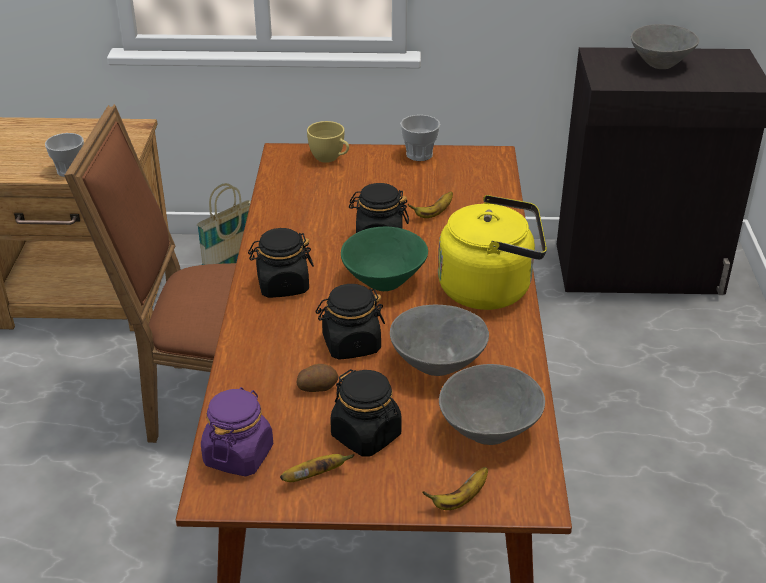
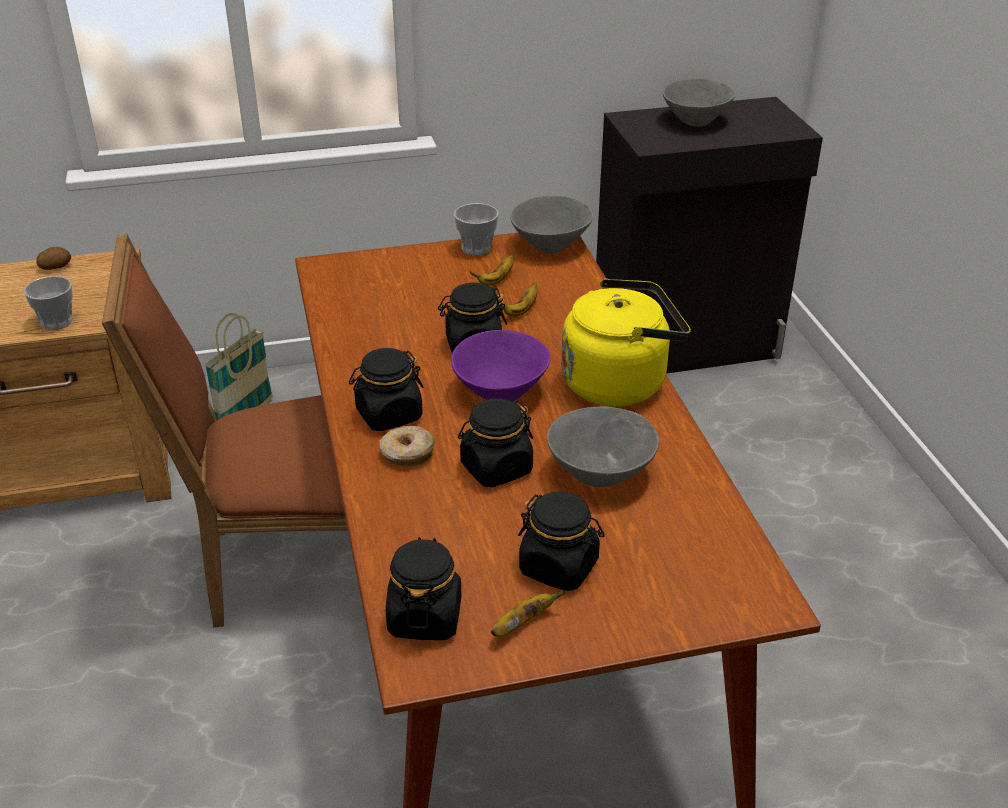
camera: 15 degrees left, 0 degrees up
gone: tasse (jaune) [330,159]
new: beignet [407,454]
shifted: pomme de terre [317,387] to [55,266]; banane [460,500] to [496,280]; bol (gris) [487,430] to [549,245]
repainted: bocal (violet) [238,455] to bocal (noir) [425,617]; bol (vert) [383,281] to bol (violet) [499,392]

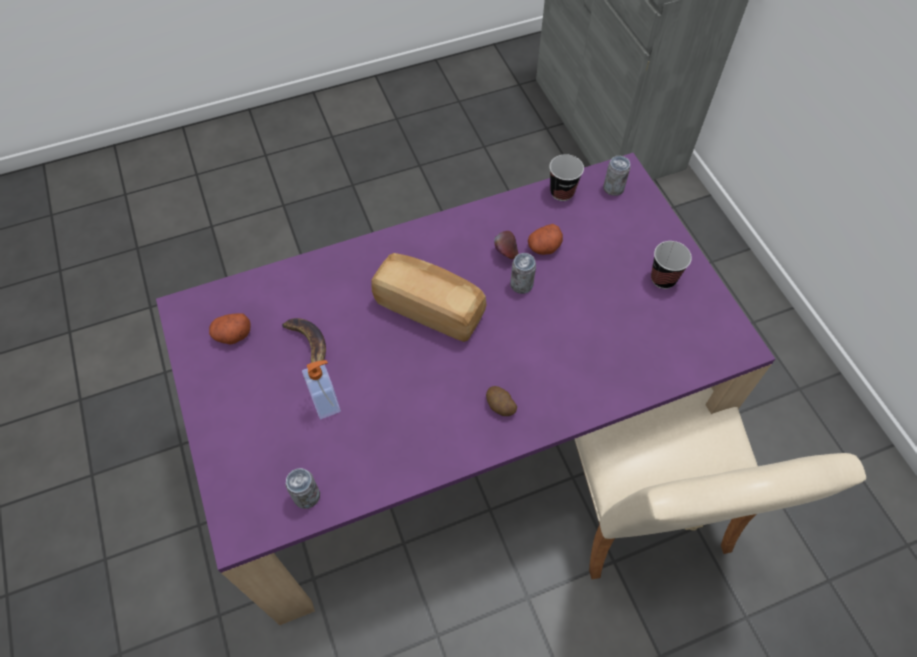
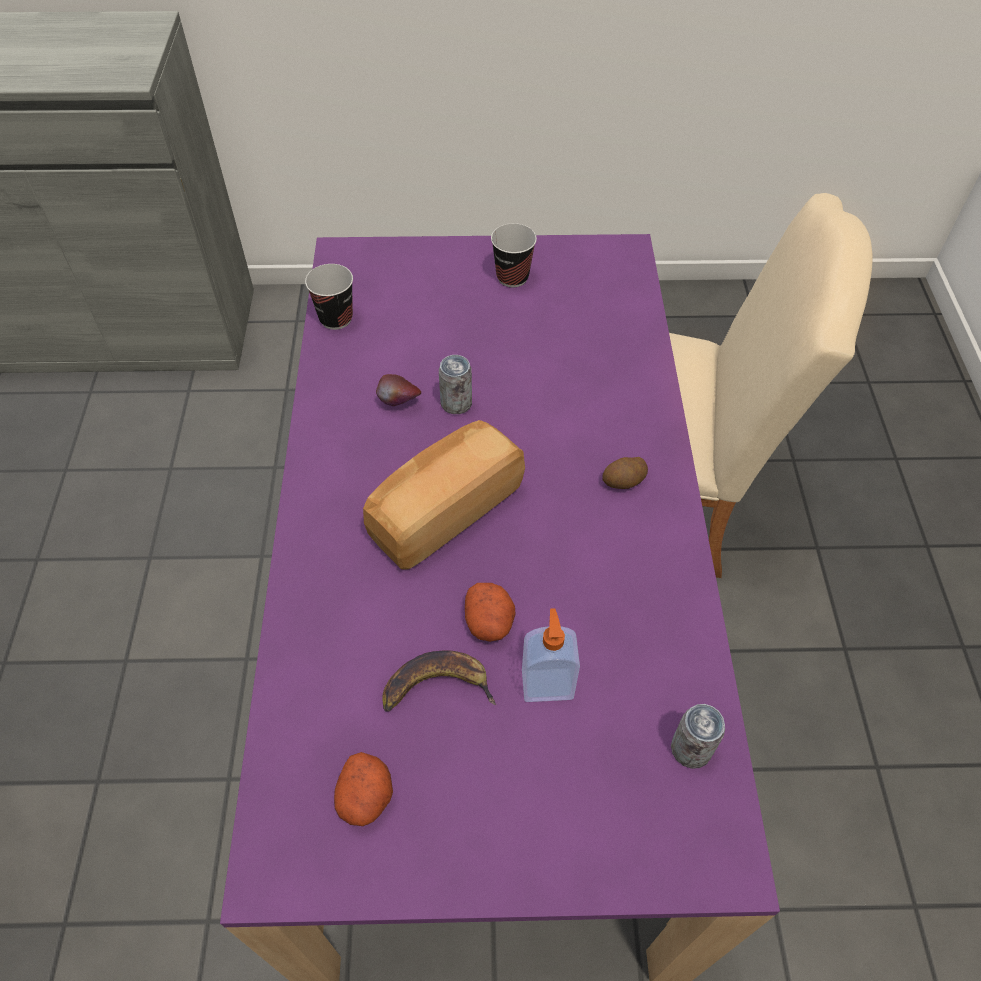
camera: 70 degrees left, 5 degrees down
gone: boîte métallique [613,188]
shifted: pomme de terre [544,247] to [489,621]

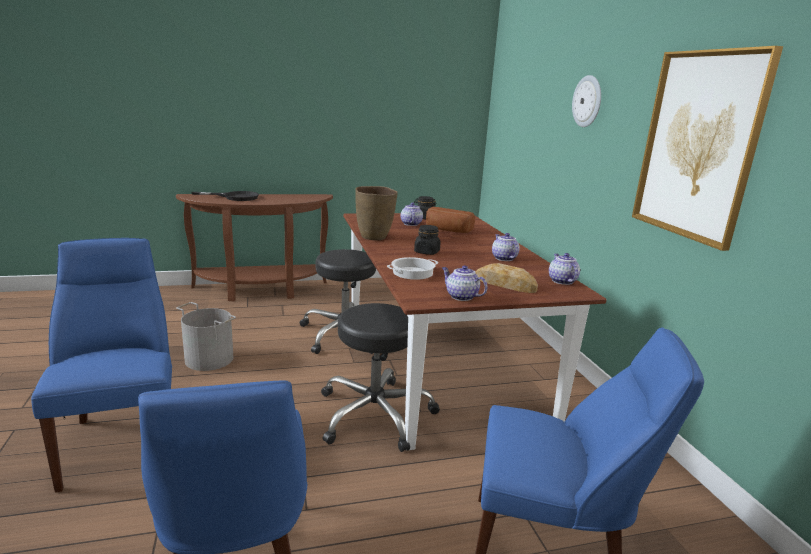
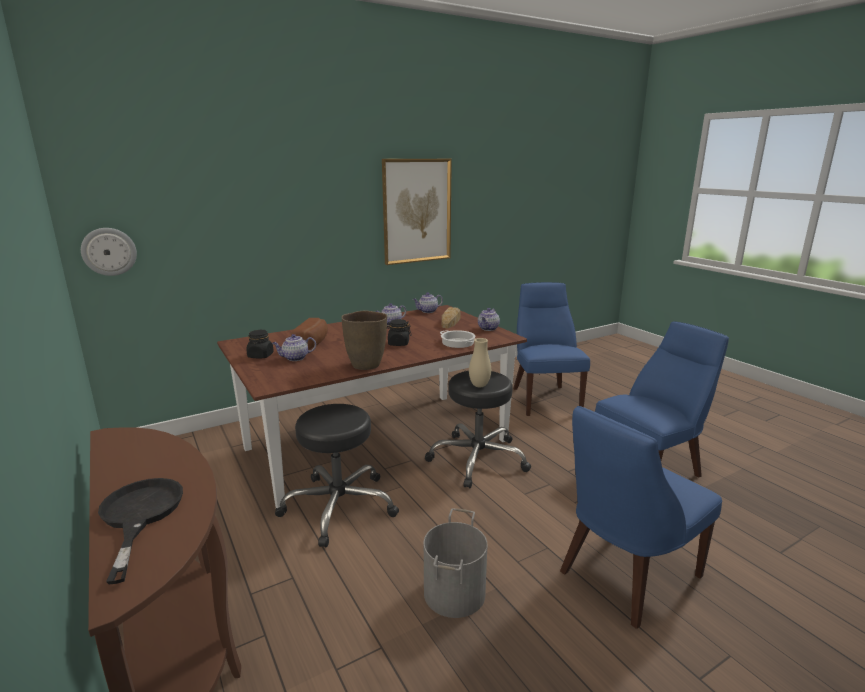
camera: 105 degrees left, 0 degrees up
new: vase (beige) [479,385]
shifted: horloge murale [587,101] to [109,251]

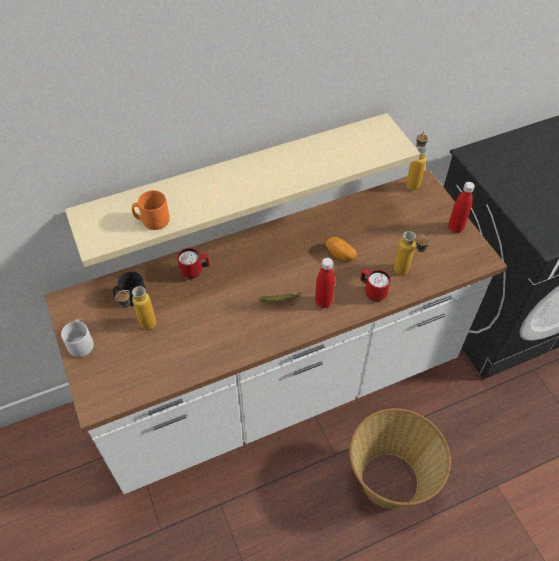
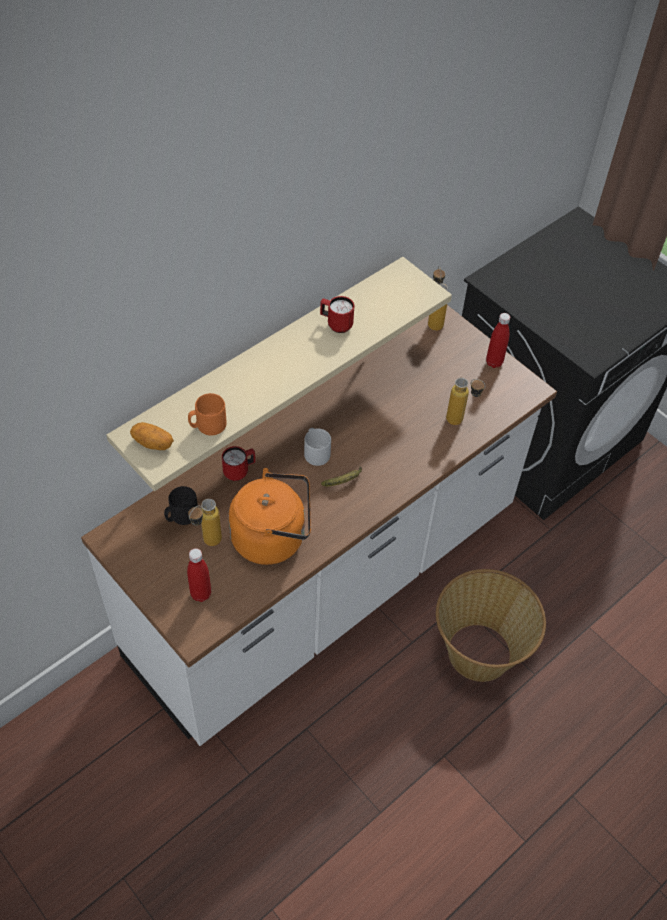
camera: 20 degrees left, 0 degrees up
new: bouilloire (orange) [273,537]
shifted: pomme de terre [340,254] to [153,443]; bouteille (rouge) [323,302] to [201,594]; mug (gris) [81,343] to [316,453]; mug (rouge) [372,292] to [336,324]

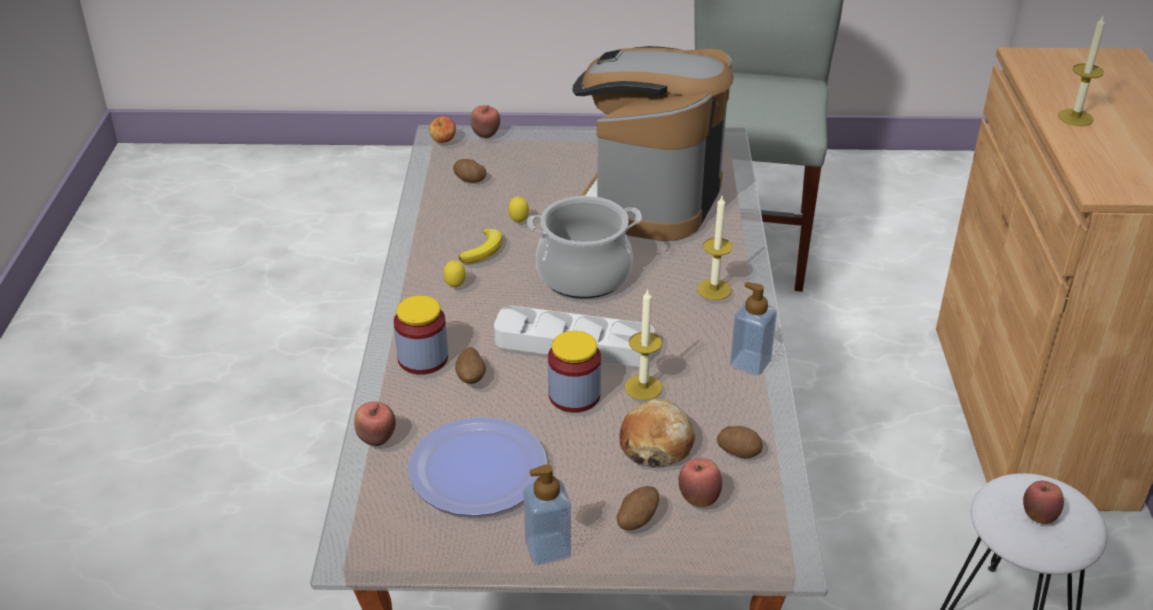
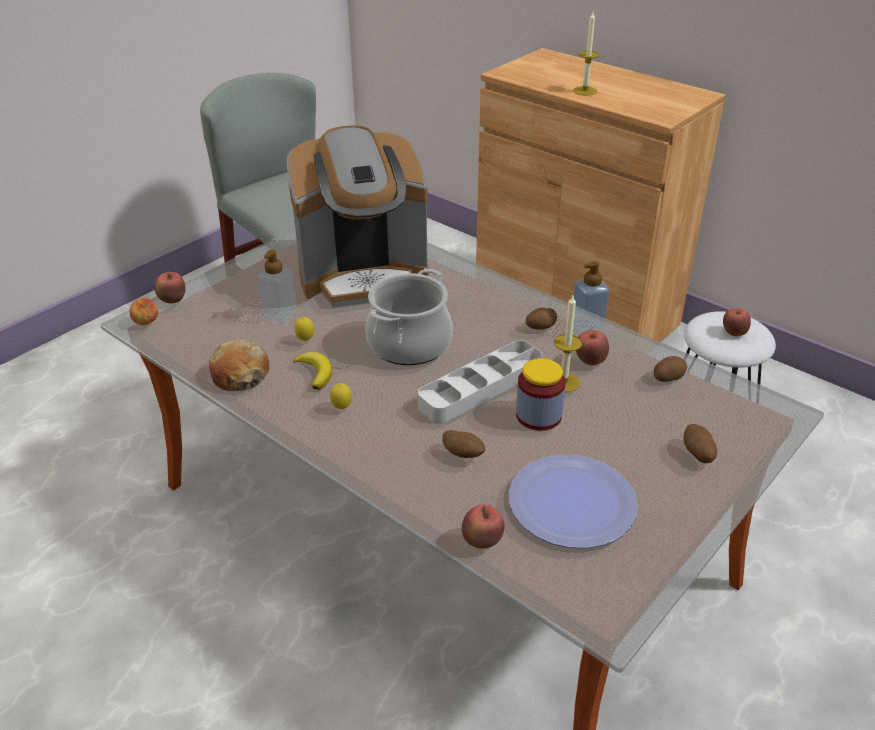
camera: 50 degrees left, 0 degrees up
gone: bocal [423,358]; bougie [714,289]
shifted: pain [656,444] to [240,375]; distributeur de savon [547,549] to [280,316]; pomme de terre [469,180] to [541,327]; pomme [699,498] to [590,361]
rotated: machine à café [650,199] = [363,275] 75 degrees counterclockwise

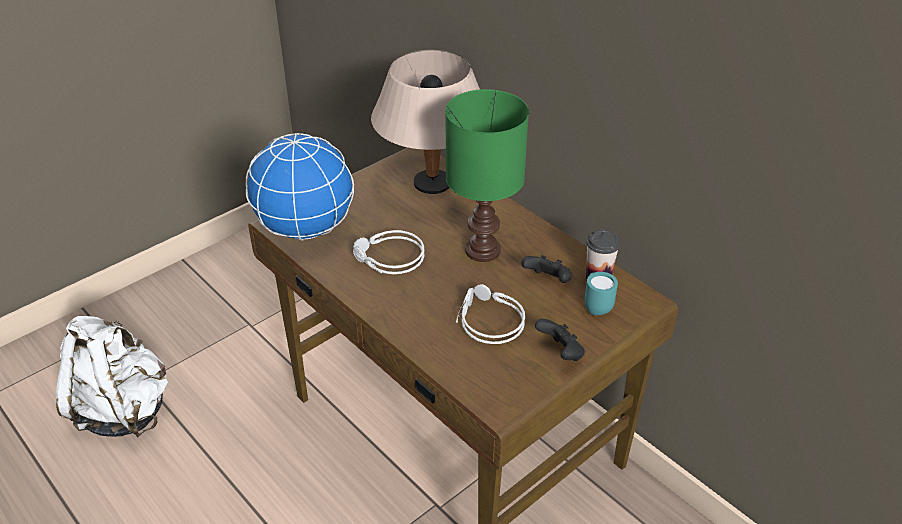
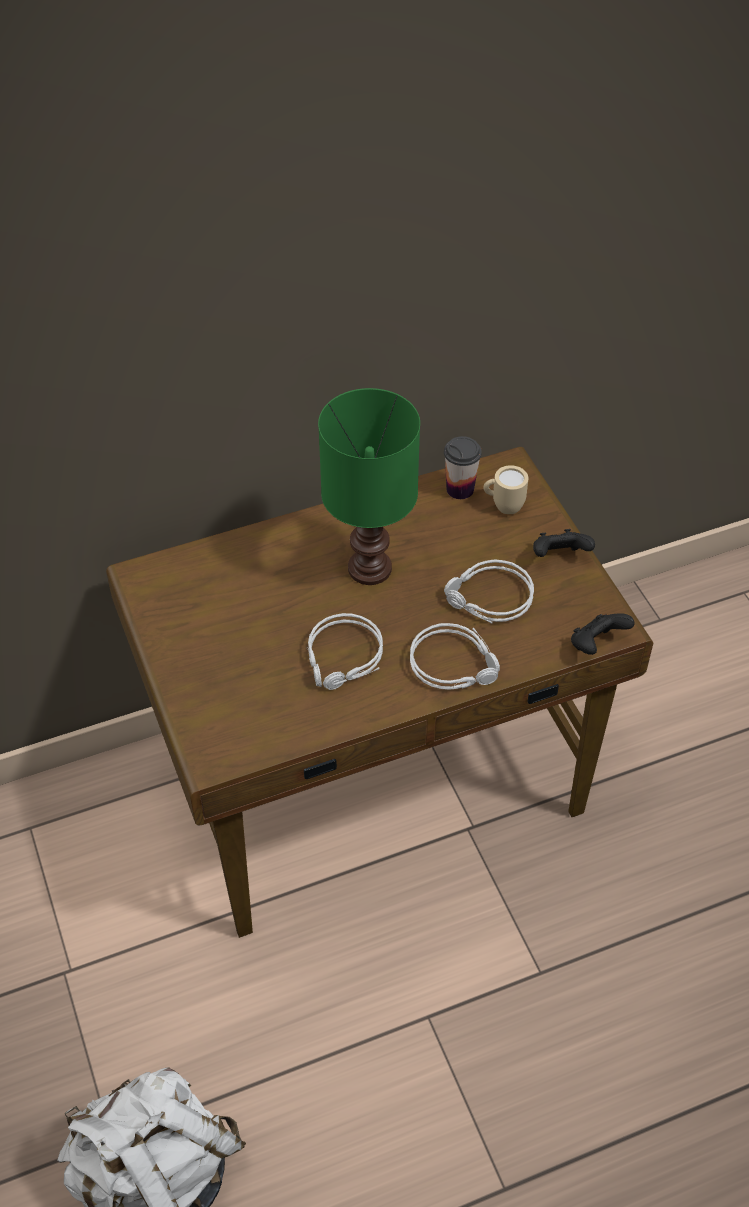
camera: 70 degrees left, 10 degrees up
gone: globe [306,229]; lampe de table (beige) [433,185]
new: casque audio (gris) [456,663]
shifted: manette (noir) [548,281] to [596,645]
repainted: mug (turquoise) [596,307] to mug (beige) [503,506]

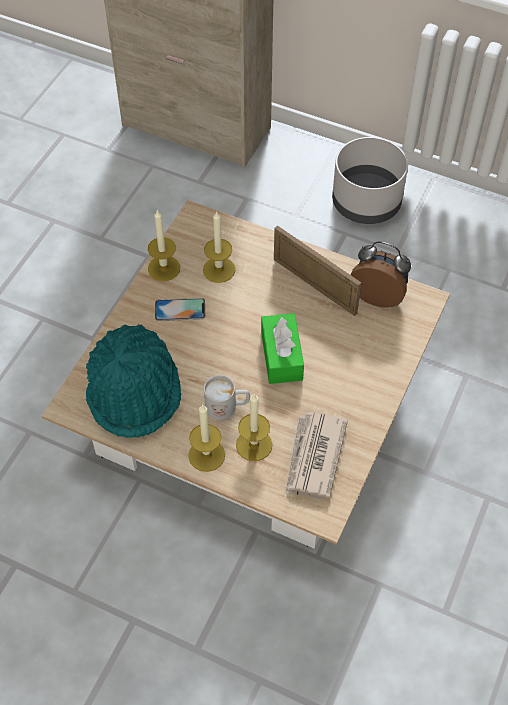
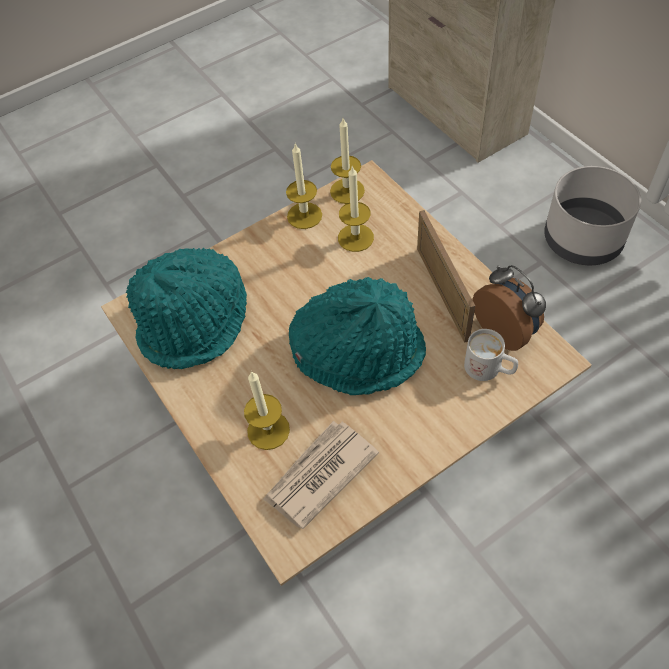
camera: 35 degrees right, 0 degrees up
gone: téléphone [180,310]
shifted: bougie [206,455] to [347,191]; mug (blanc) [227,407] to [489,369]
swapped: boîte à mouchoirs (vert) [281,356] to chapeau (turquoise) [359,350]

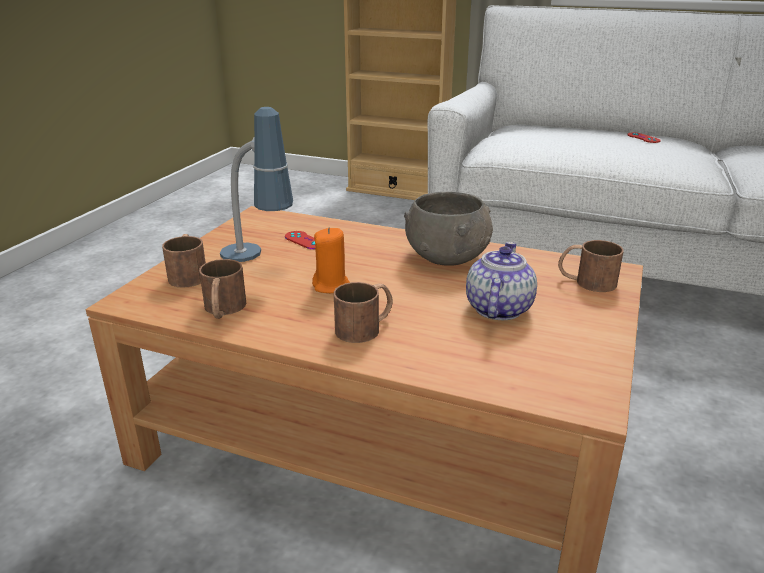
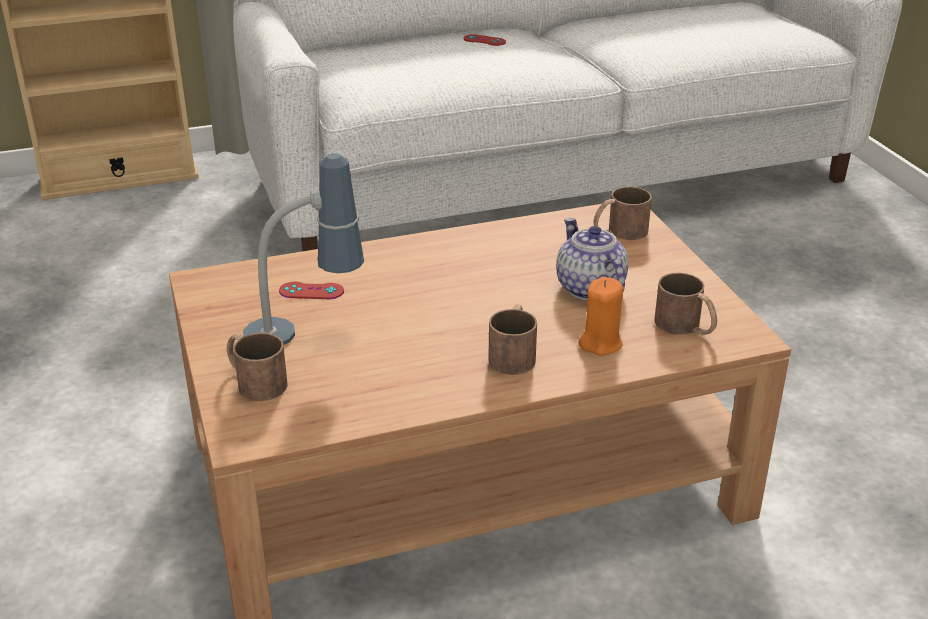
camera: 40 degrees left, 5 degrees up
gone: bol (gris) [447,256]
shifted: bougie (orange) [331,286] to [600,343]; mug (marron) [223,310] to [686,327]

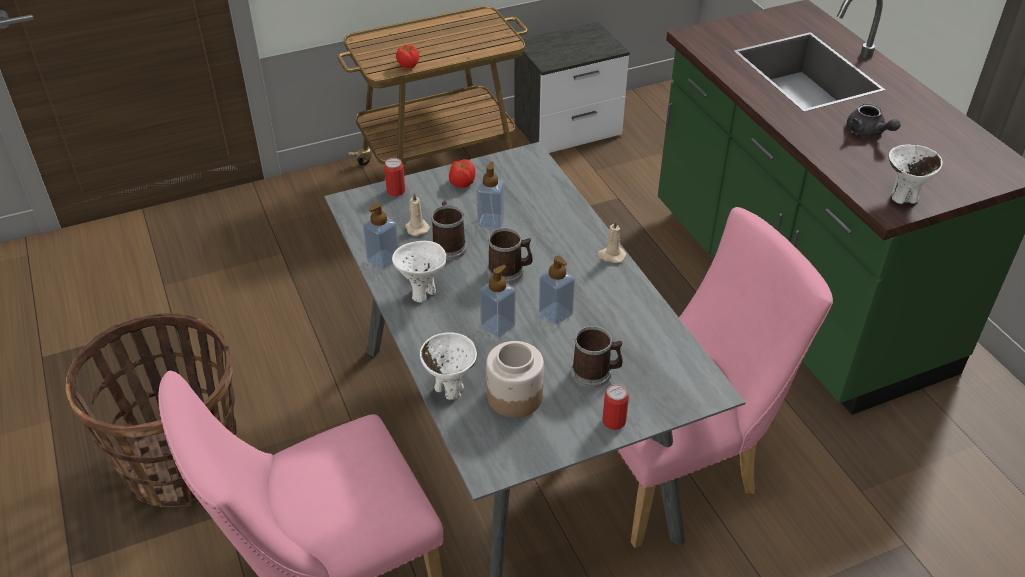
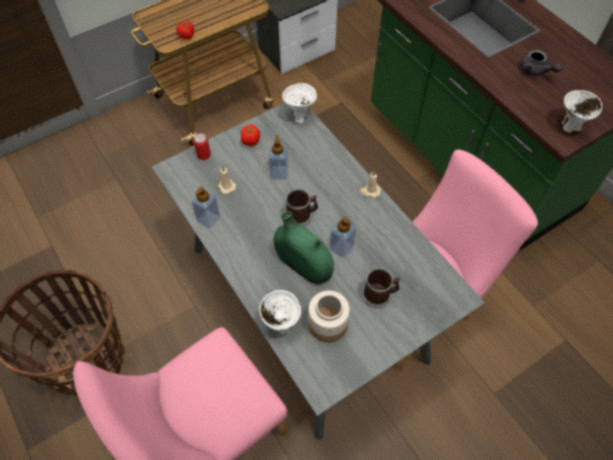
camera: 10 degrees left, 15 degrees up
gone: mug [448,245]; boîte métallique [614,421]
shifted: bol (blanc) [422,293] to [300,116]
swapped: distributeur de savon [498,326] to vase (vert) [303,265]

